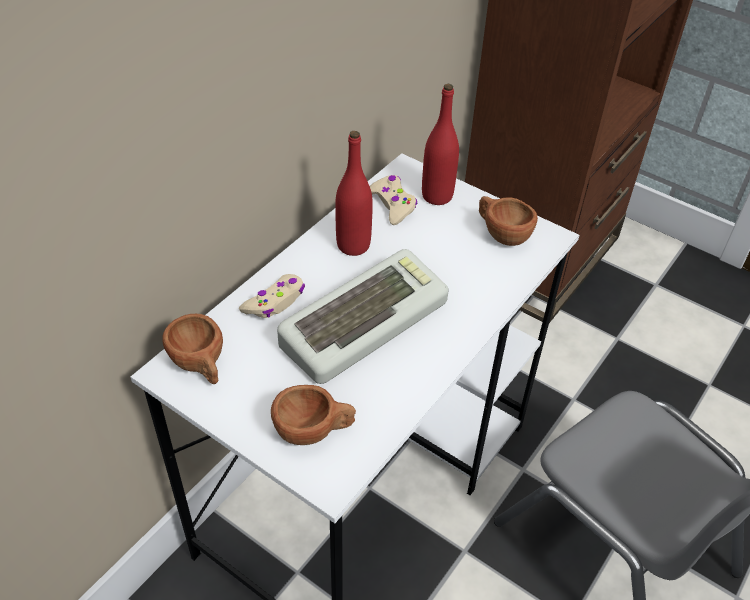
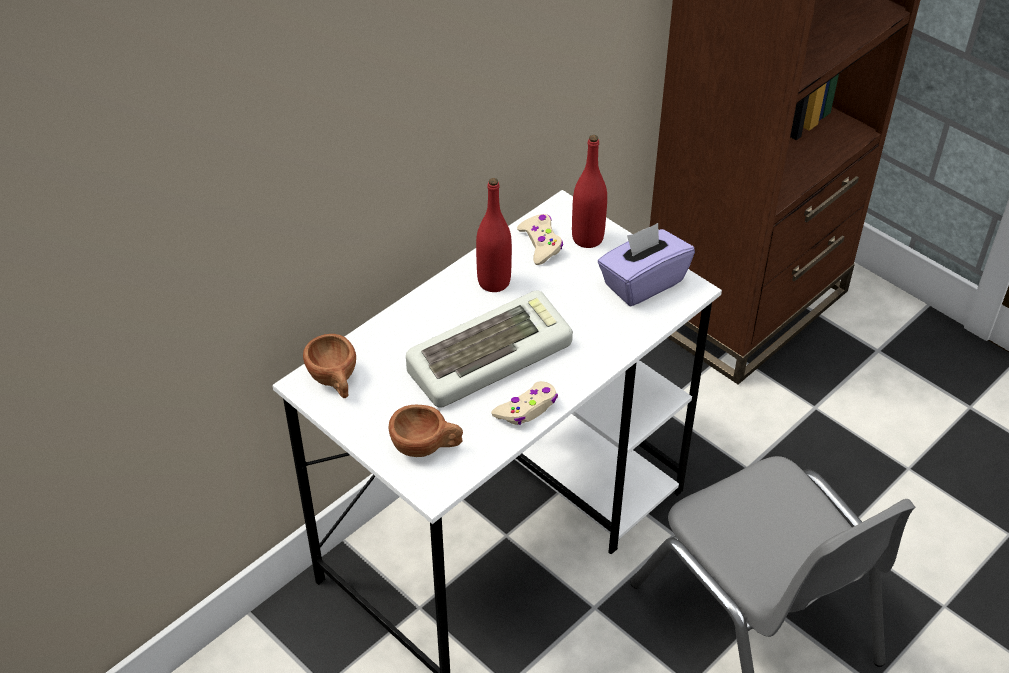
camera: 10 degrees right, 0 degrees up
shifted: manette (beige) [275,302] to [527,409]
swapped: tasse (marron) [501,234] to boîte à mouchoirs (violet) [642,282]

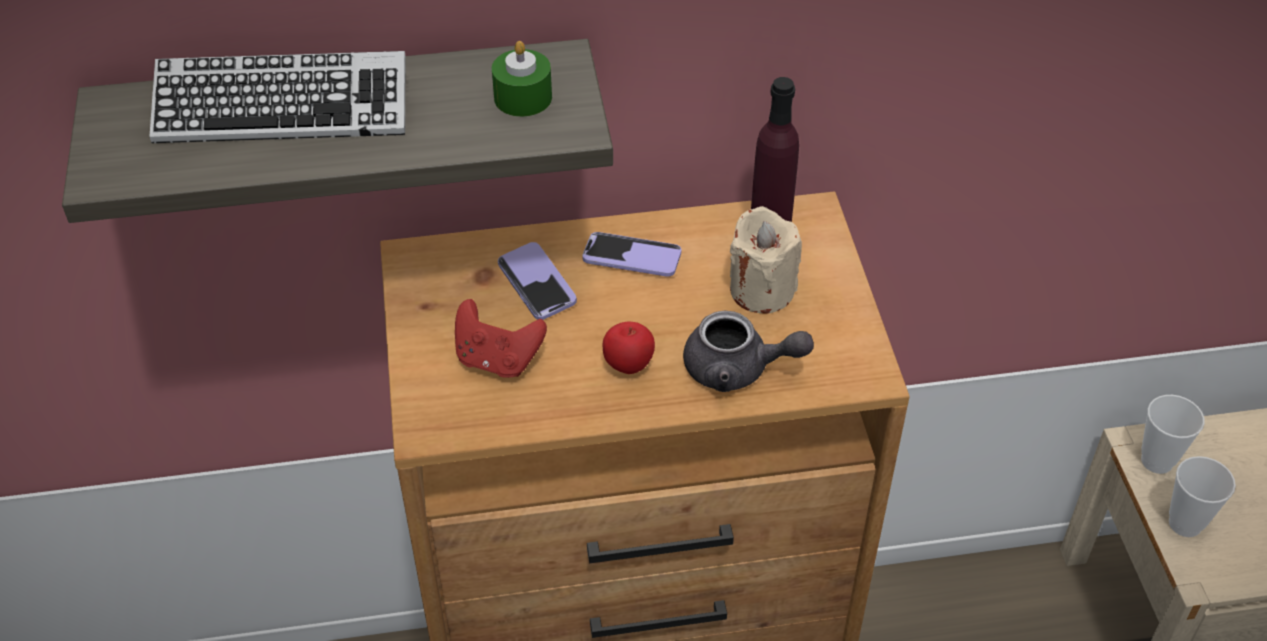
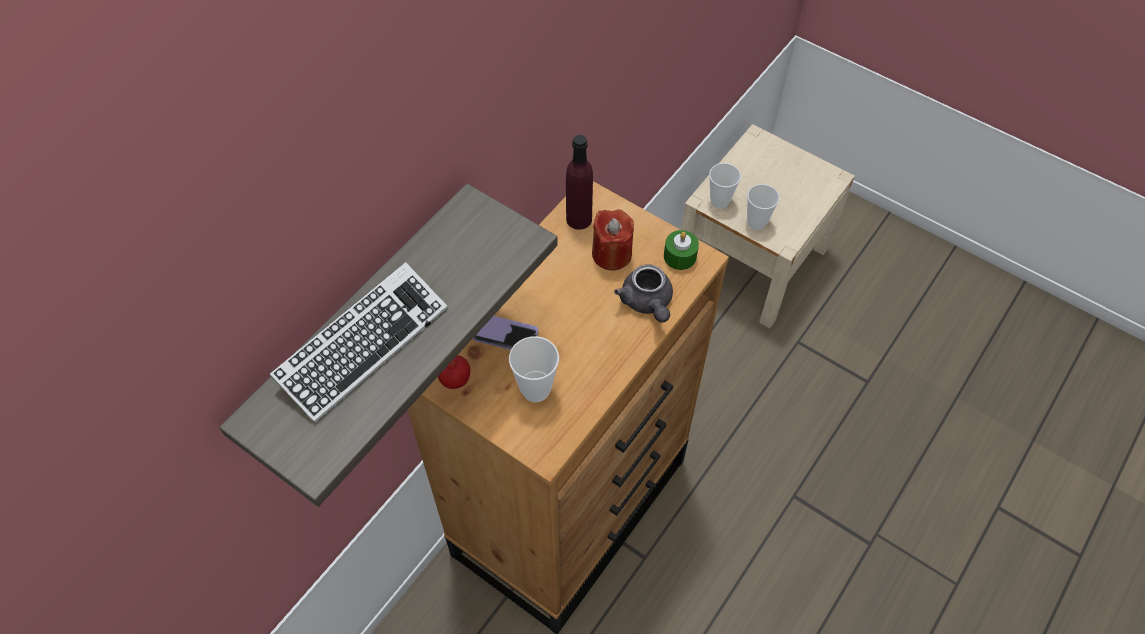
camera: 45 degrees left, 10 degrees up
gone: téléphone [632,257]
shifted: pomme [628,365] to [455,381]; bougie (vert) [523,98] to [680,256]
swapped: manette (rouge) [497,359] to tasse [536,390]
repainted: bougie (beige) [761,290] to bougie (rouge) [611,254]
rotated: théière (gris) [738,369] = [647,303] 105 degrees clockwise

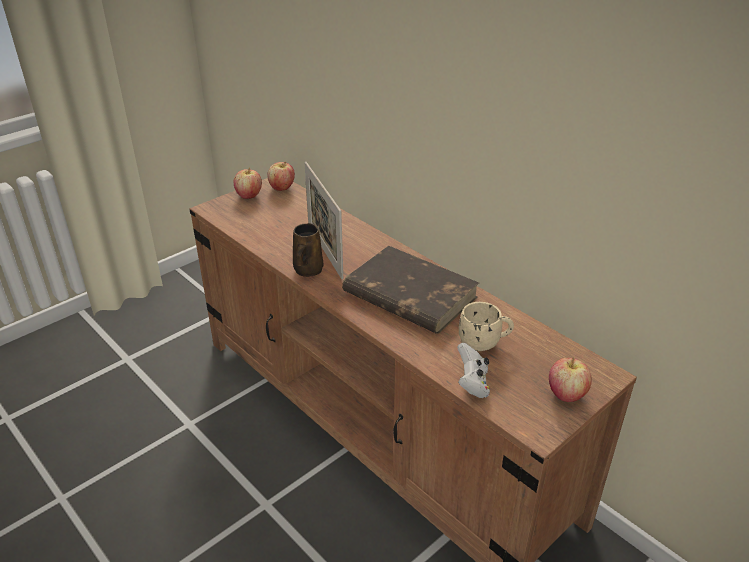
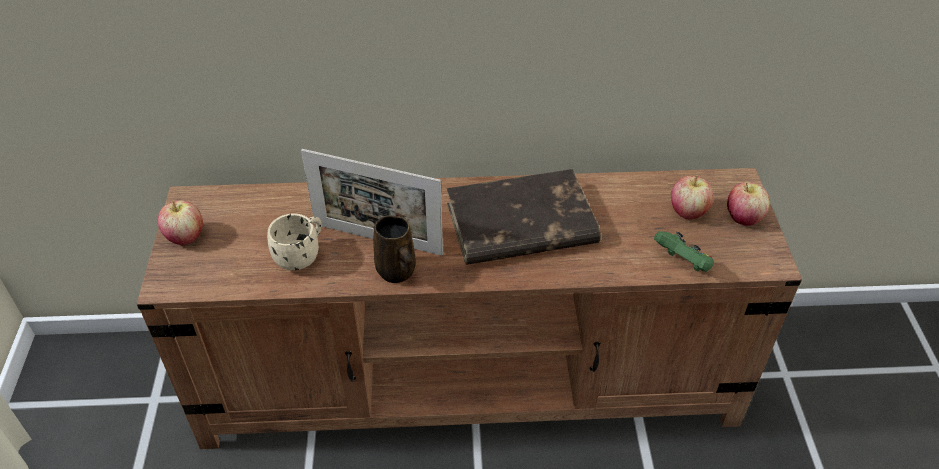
camera: 50 degrees left, 10 degrees up
shifted: mug (beige) [484,343] to [301,255]; pomme [282,188] to [688,211]
repainted: manette (blanc) [472,384] to manette (vert) [683,263]

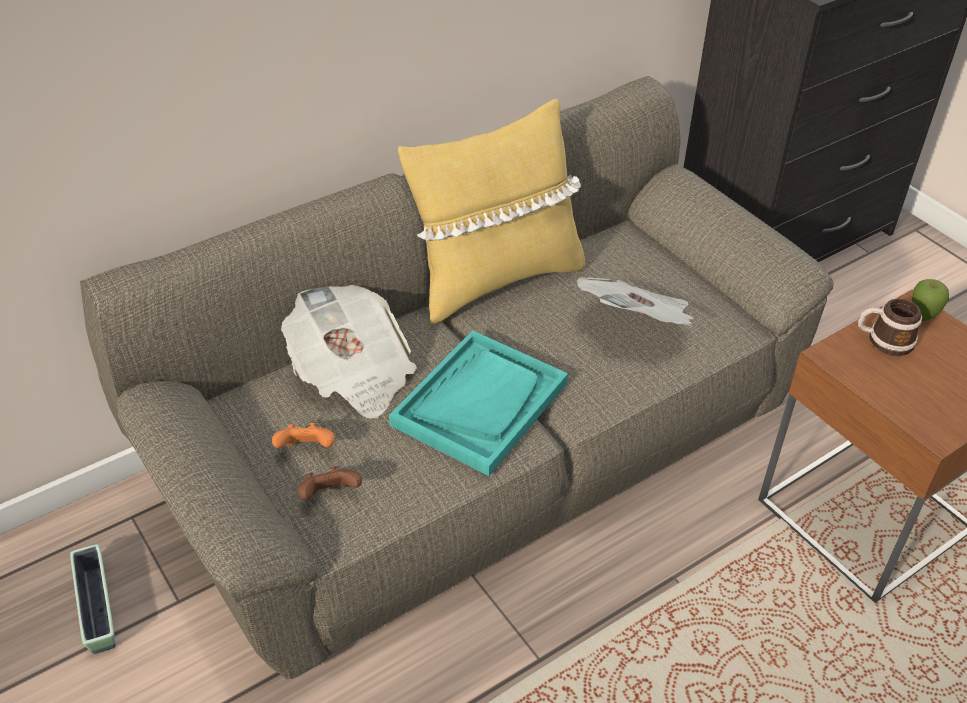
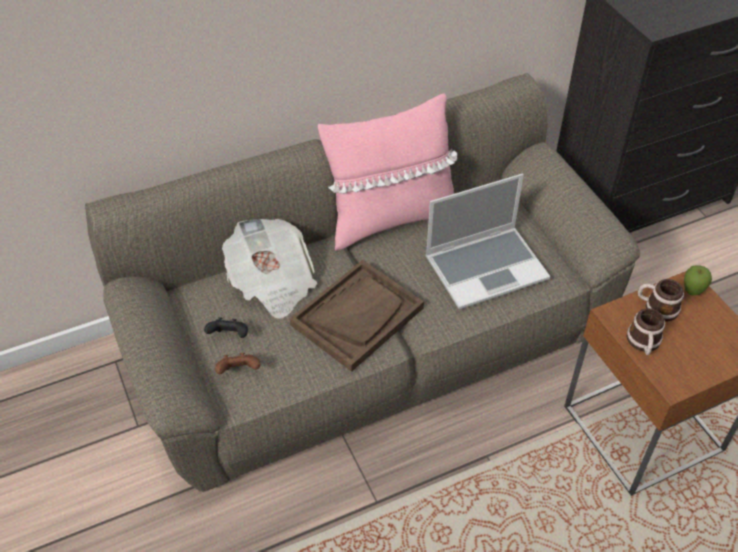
camera: 10 degrees right, 5 degrees up
gone: cache-pot [98,608]
new: mug [643,343]
swapped: journal [637,324] to ordinateur portable [487,267]
repainted: manette (orange) [306,450] to manette (noir) [229,336]; plateau (turquoise) [480,403] to plateau (marron) [357,316]; coussin (jaune) [495,280] to coussin (rose) [390,220]

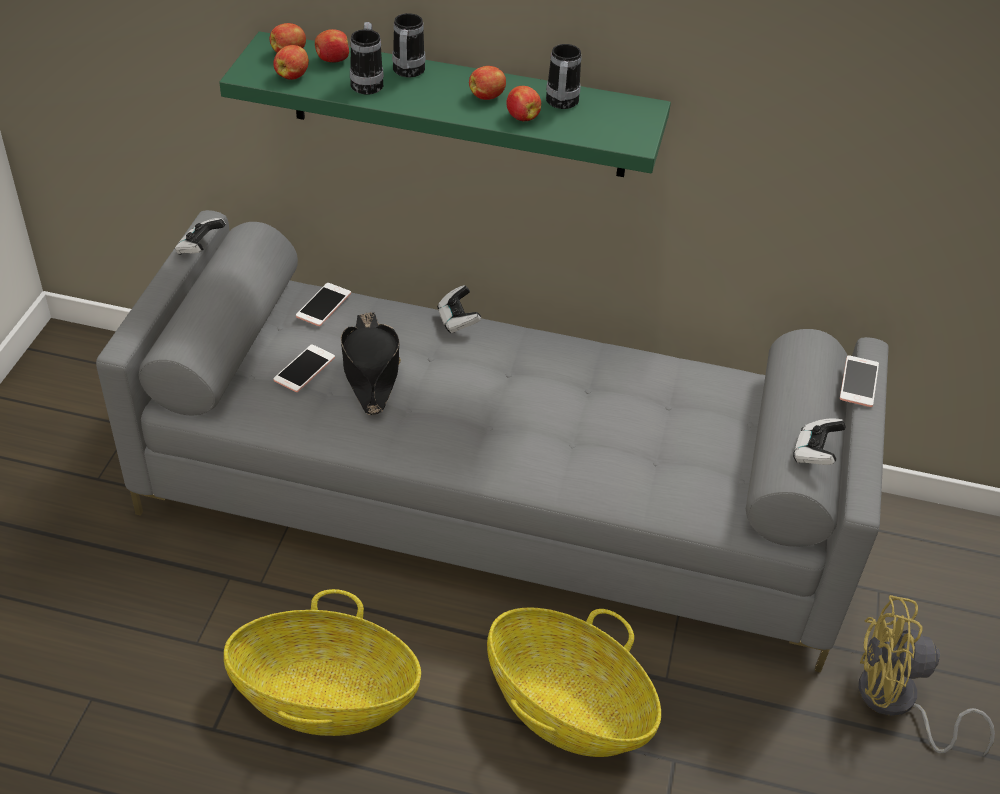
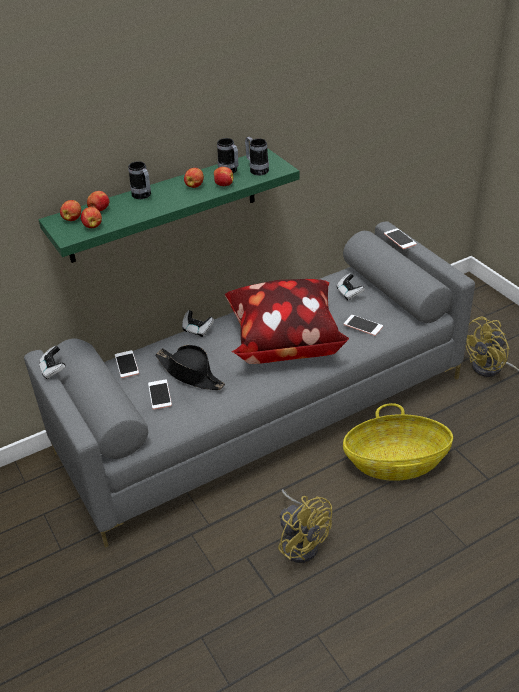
camera: 40 degrees left, 5 degrees down
new: coussin [283,342]; téléphone [363,325]
shifted: mug [368,82] to [256,170]; manette [815,453] to [349,293]
swapped: panier [324,696] to ventilateur (jaune) [301,541]

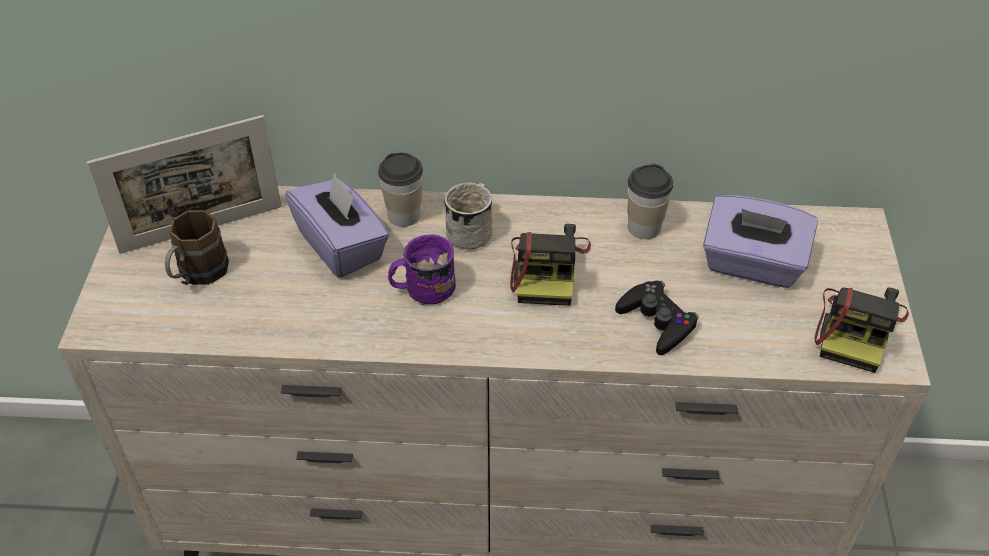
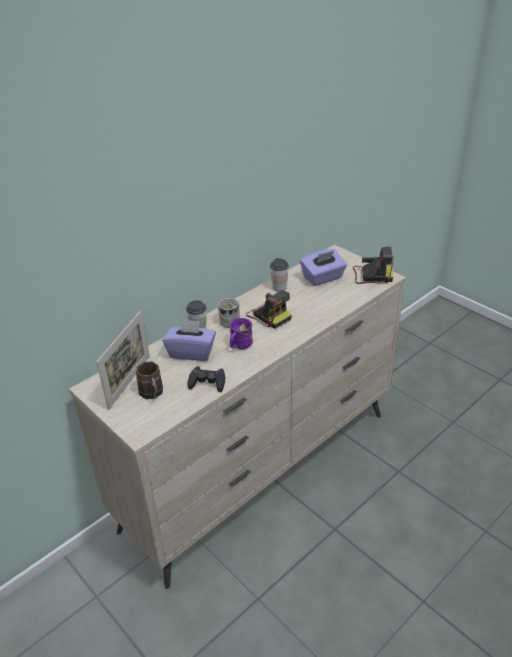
camera: 45 degrees left, 10 degrees down
shifted: manette (noir) [656,321] to [207,382]
rotated: appareil photo [857,329] = [371,276] 60 degrees counterclockwise

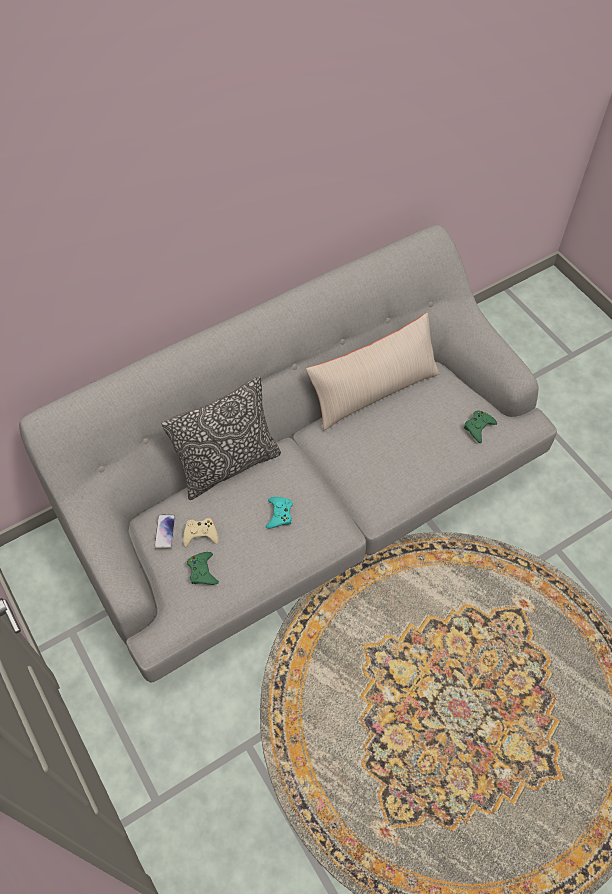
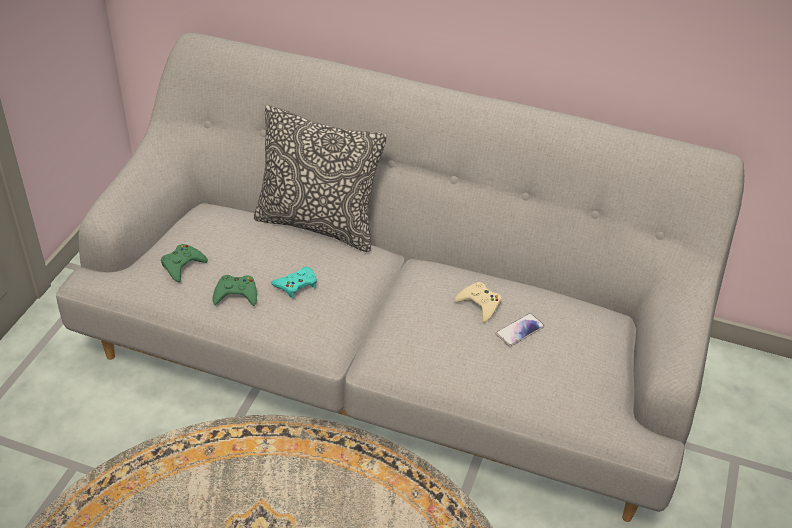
camera: 50 degrees right, 15 degrees down
gone: coussin (beige) [373,390]
shifted: manette (vert) [478,427] to [236,294]; manette (beige) [200,534] to [479,304]; téléphone [165,531] to [519,330]

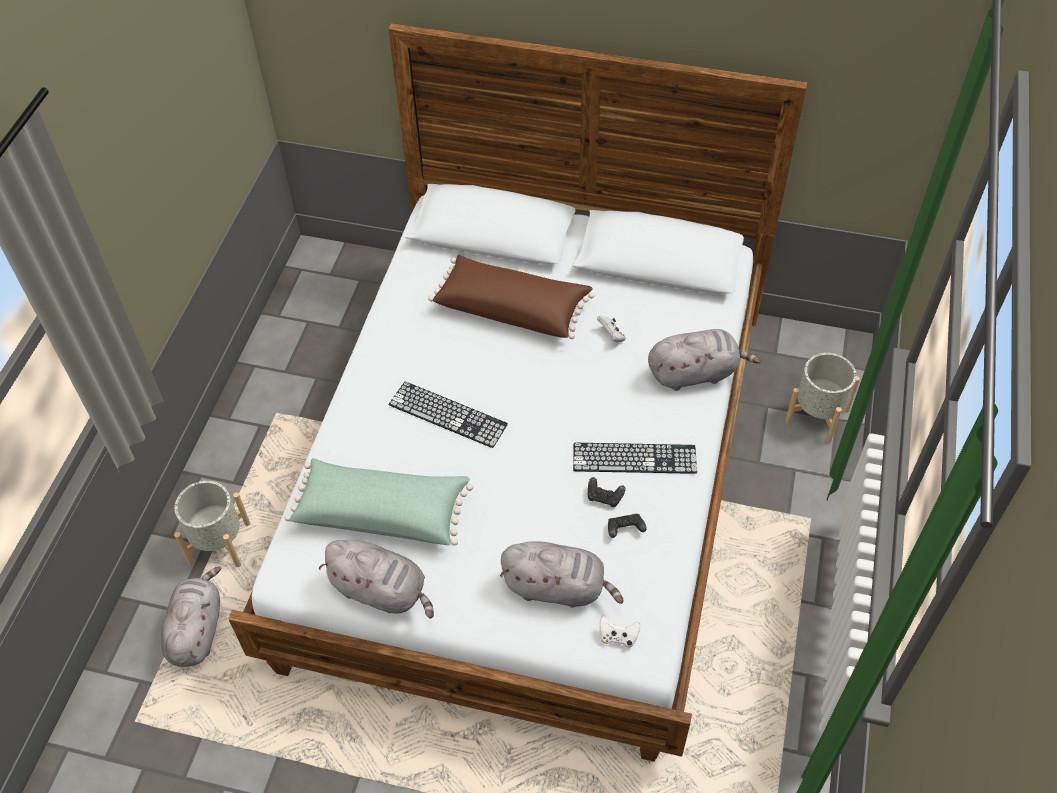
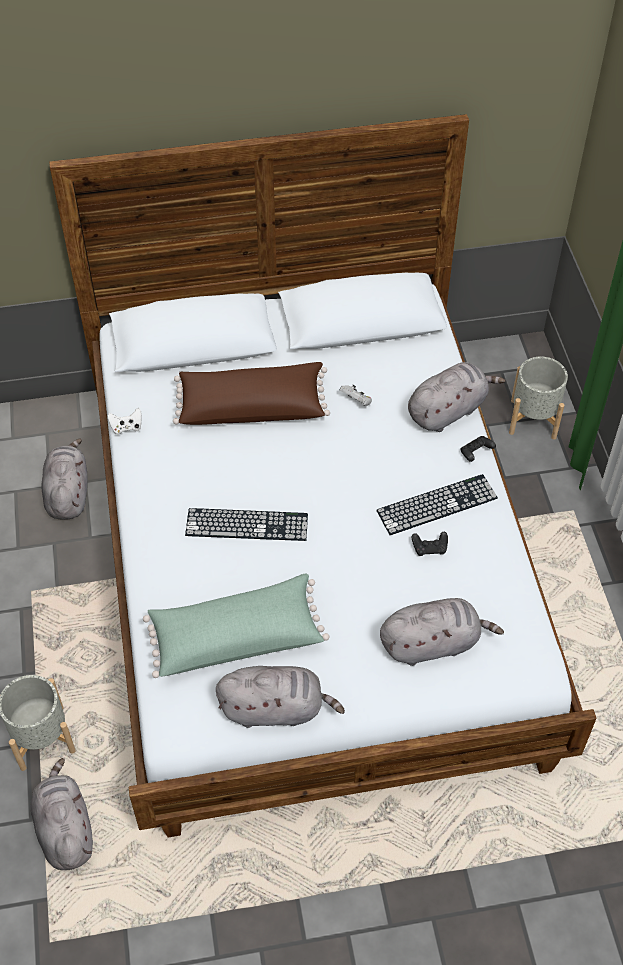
camera: 25 degrees left, 0 degrees up
new: peluche (gris) [68,493]
shifted: manette (blanc) [618,637] to [126,427]; manette (noir) [625,529] to [475,453]

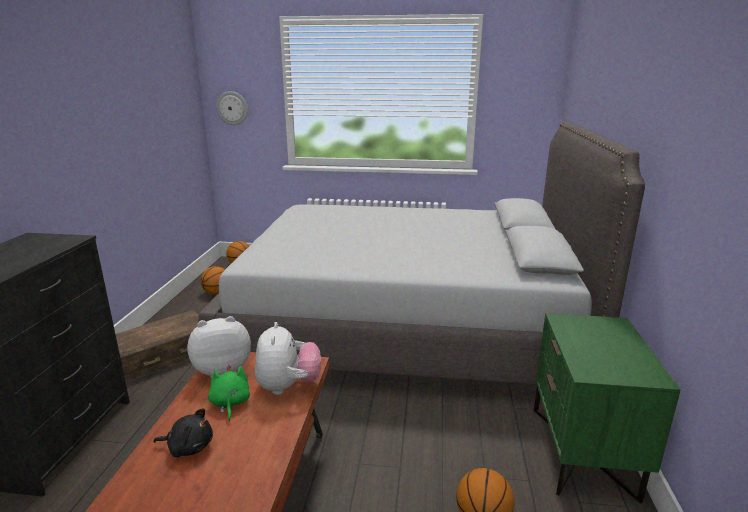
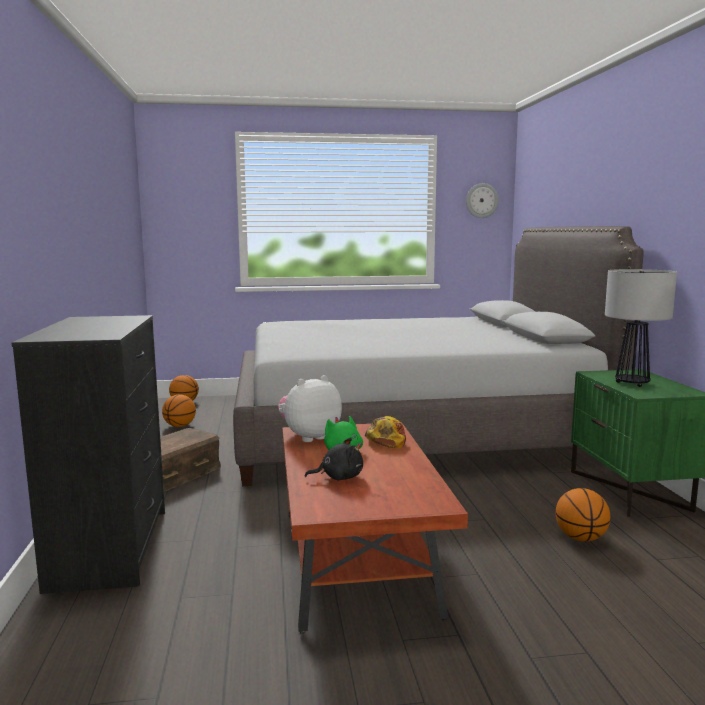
camera: 15 degrees left, 10 degrees down
new: lampe de table [632,383]
shifted: horloge murale [232,108] to [481,200]
swapped: peluche [288,386] to casquette [386,439]

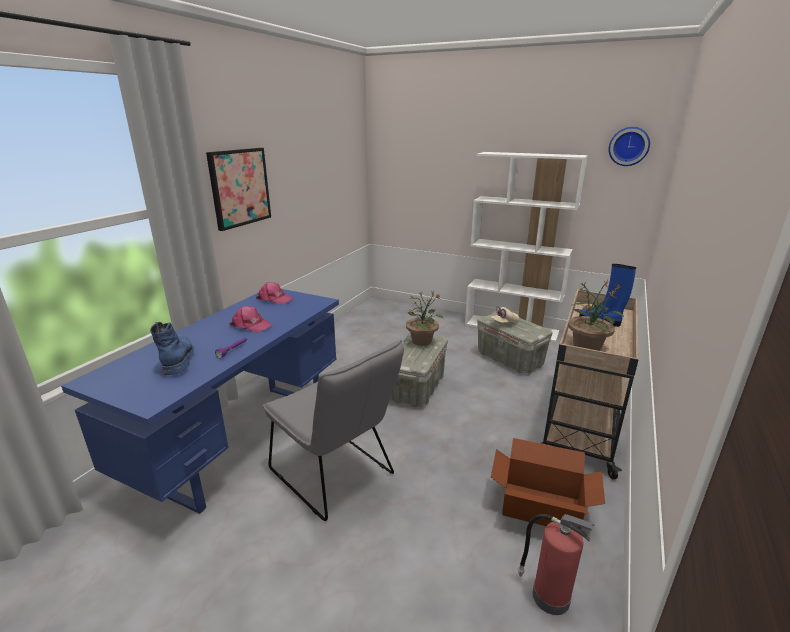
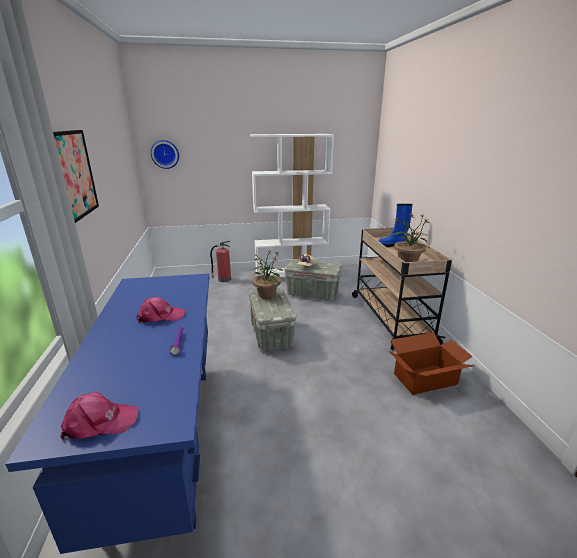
camera: 35 degrees left, 0 degrees up
gone: botte (bleu) [177,358]; chaise (gris) [336,476]
shifted: casquette (rose) [274,299] to [100,422]; horloge murale [628,146] to [165,154]; extincteur [548,595] to [223,279]

